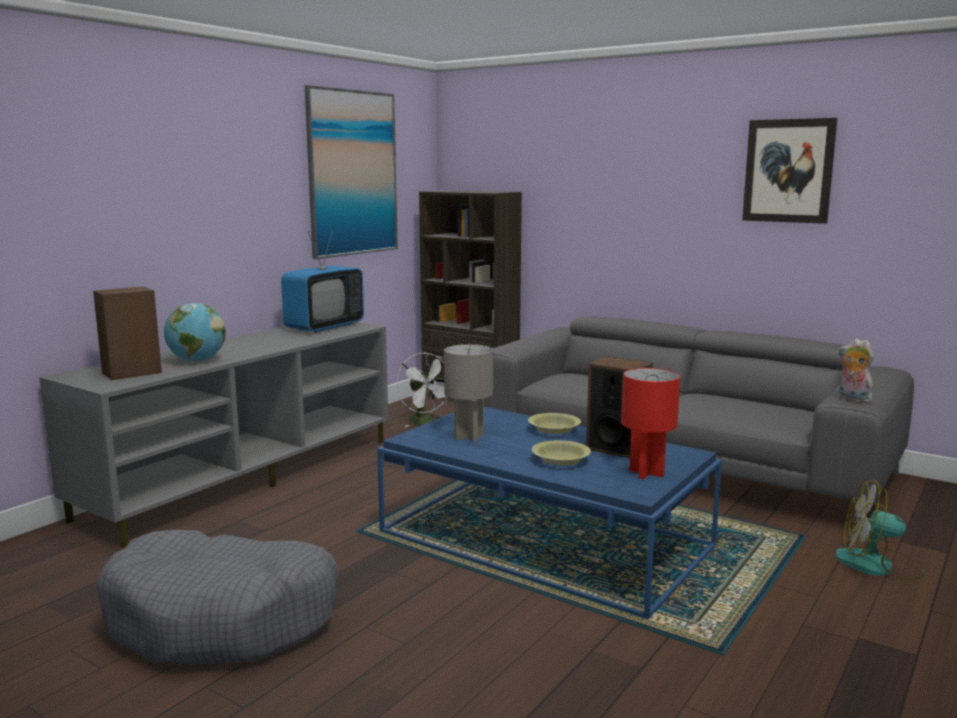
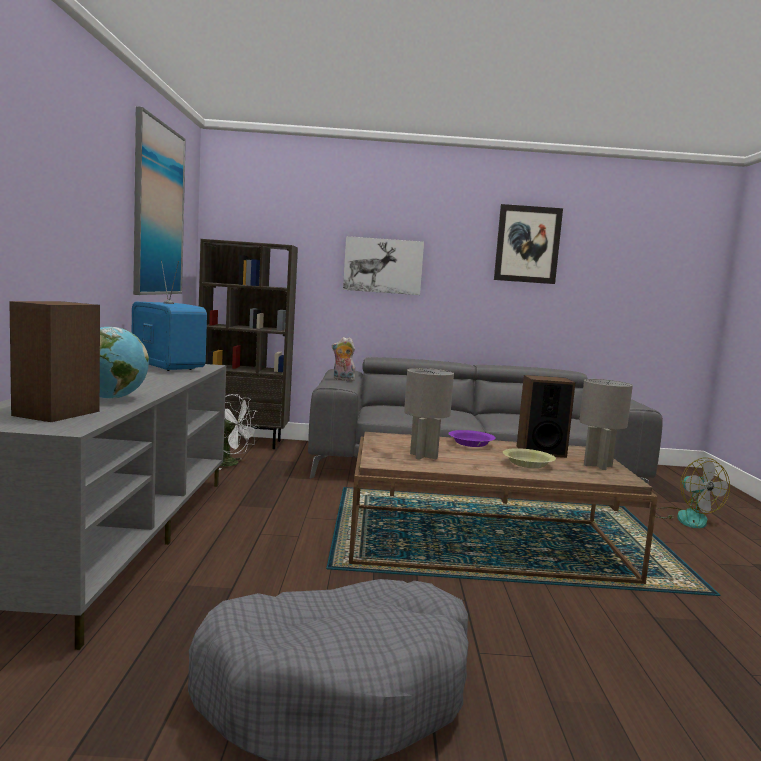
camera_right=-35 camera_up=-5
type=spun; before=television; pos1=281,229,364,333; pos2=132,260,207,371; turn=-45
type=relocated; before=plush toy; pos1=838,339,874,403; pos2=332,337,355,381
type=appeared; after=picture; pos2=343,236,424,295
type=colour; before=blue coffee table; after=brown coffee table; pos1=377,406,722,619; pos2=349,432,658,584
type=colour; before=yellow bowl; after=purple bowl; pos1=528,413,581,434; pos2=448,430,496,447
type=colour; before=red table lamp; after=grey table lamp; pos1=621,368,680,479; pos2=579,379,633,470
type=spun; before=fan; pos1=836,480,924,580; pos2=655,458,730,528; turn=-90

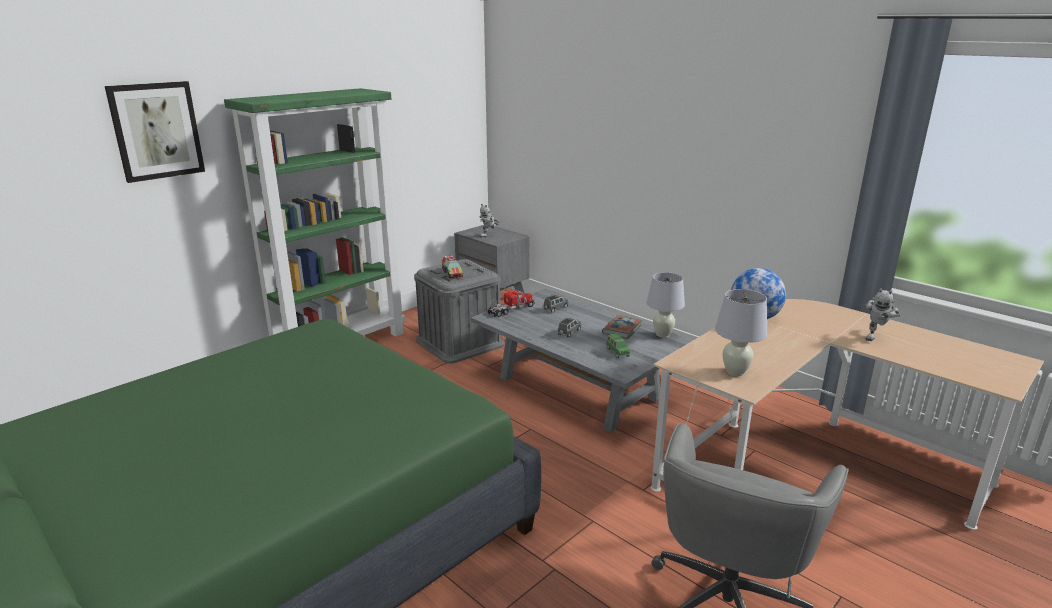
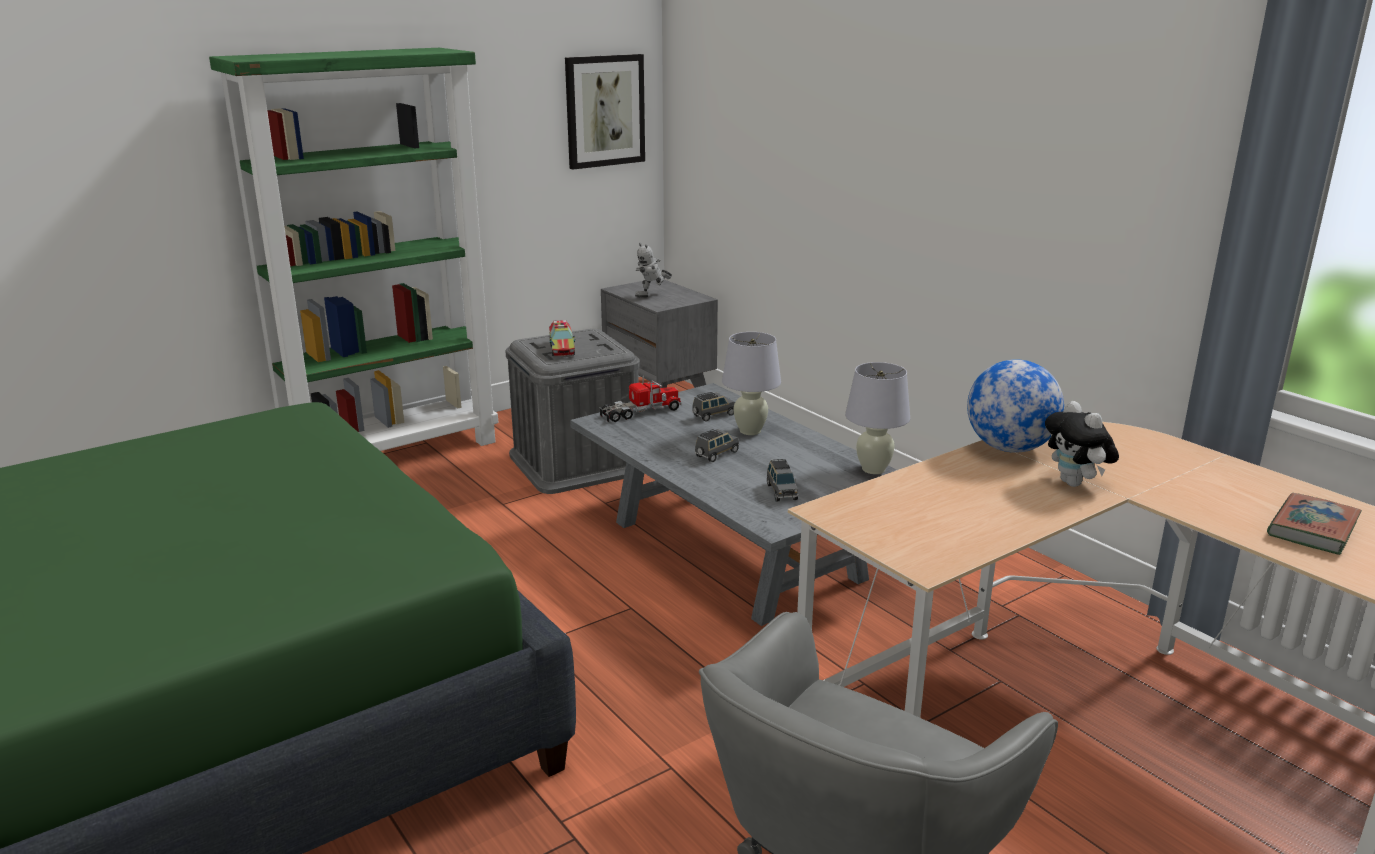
camera_right=10 camera_up=0
type=relocated; before=picture; pos1=105,81,205,183; pos2=565,54,645,170
type=relocated; before=white table lamp; pos1=715,289,767,376; pos2=722,332,781,435
type=colour; before=green toy car; after=grey toy car; pos1=607,333,630,358; pos2=767,459,798,502
type=appeared; after=plush toy; pos2=1045,401,1119,487
type=relocated; before=book; pos1=602,315,642,339; pos2=1267,493,1362,555
type=missing; before=toy robot; pos1=865,288,900,341

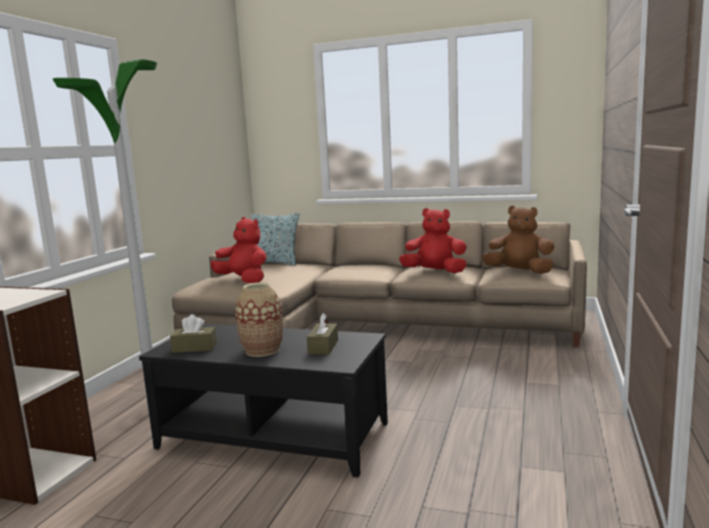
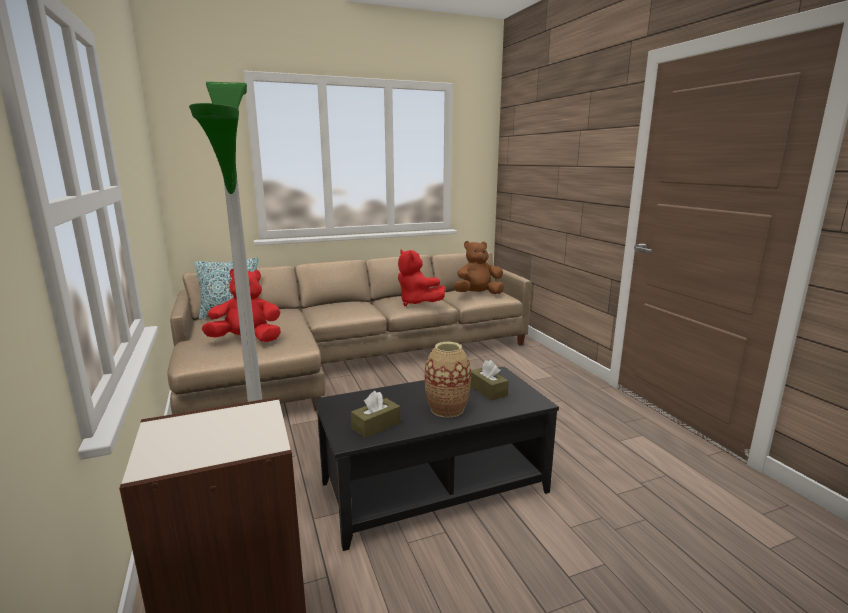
camera_right=-40 camera_up=5
type=spun; before=red plush toy; pos1=399,208,467,273; pos2=398,250,445,306; turn=-105

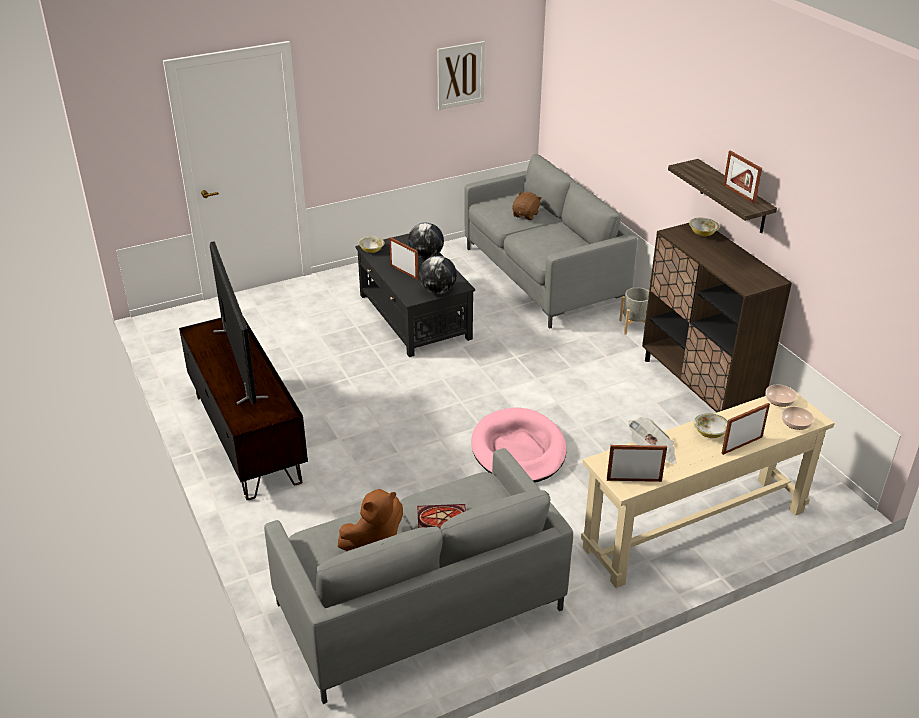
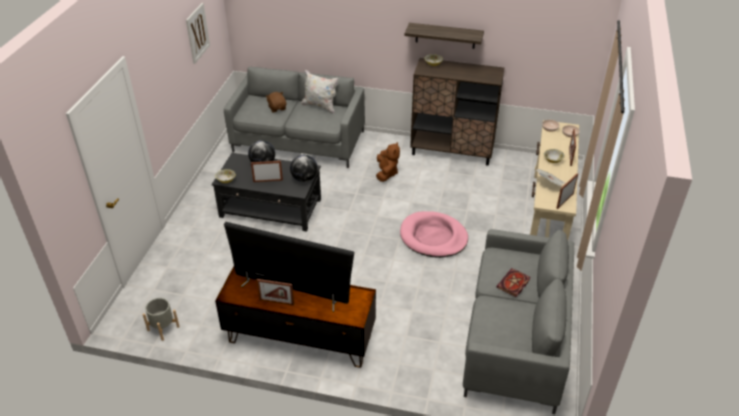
camera_right=-50 camera_up=5
type=relocated; before=grey planter; pos1=619,287,649,335; pos2=143,298,180,341
type=relocated; before=picture frame; pos1=723,150,762,204; pos2=257,279,294,305
type=appeared; after=white pillow; pos2=301,70,339,114
type=relocated; before=brown plush toy; pos1=338,489,403,551; pos2=376,142,400,182

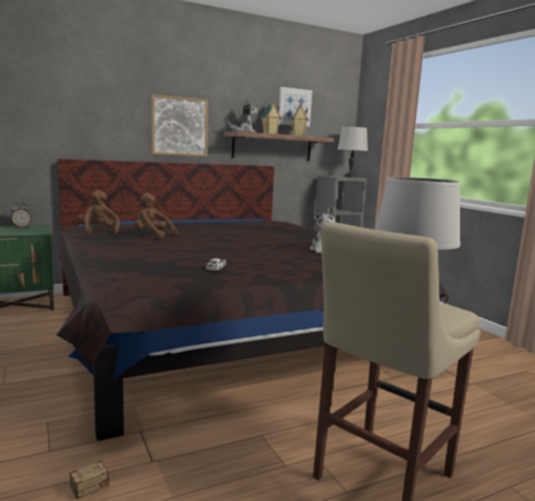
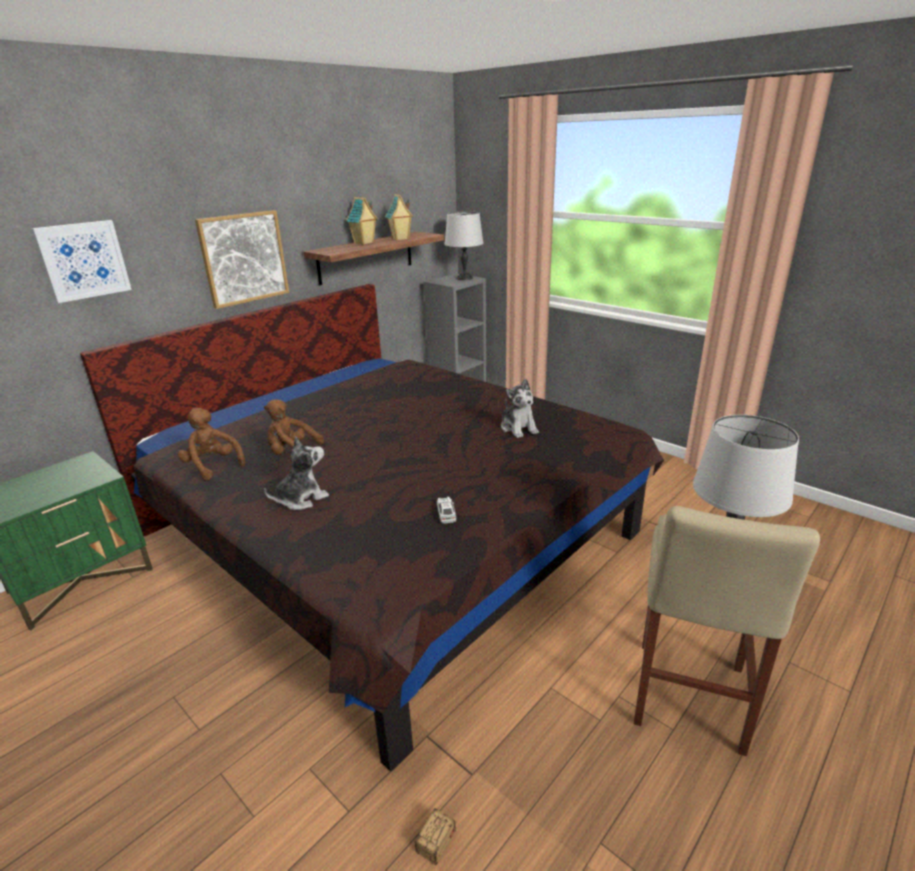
camera_right=-20 camera_up=15
type=relocated; before=picture; pos1=279,87,312,127; pos2=32,220,132,303
type=relocated; before=plush toy; pos1=227,99,258,133; pos2=264,437,329,510
type=missing; before=alarm clock; pos1=10,203,32,228

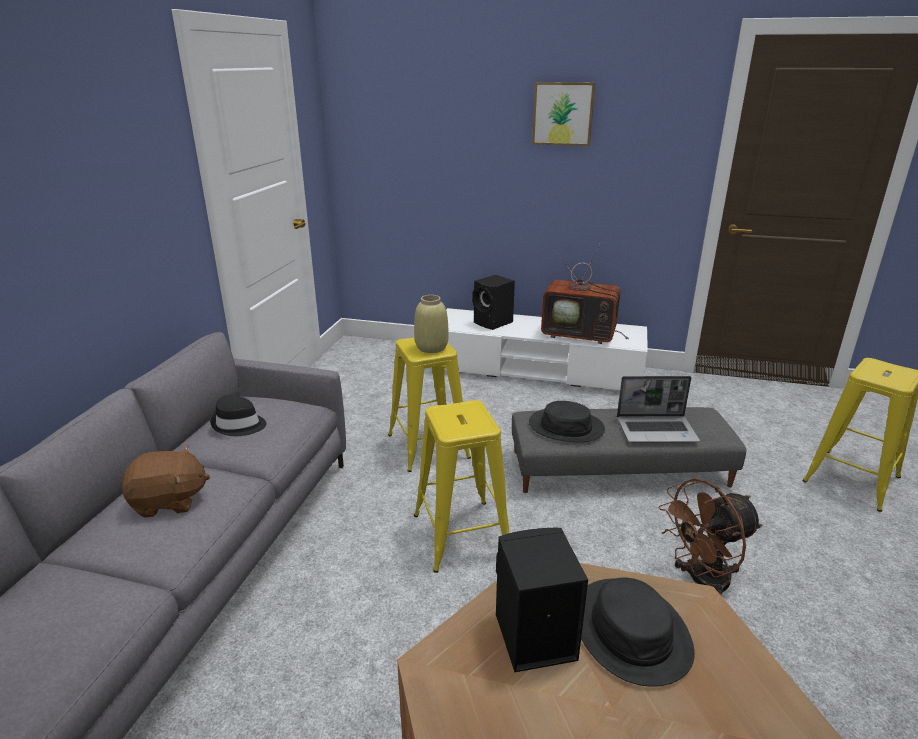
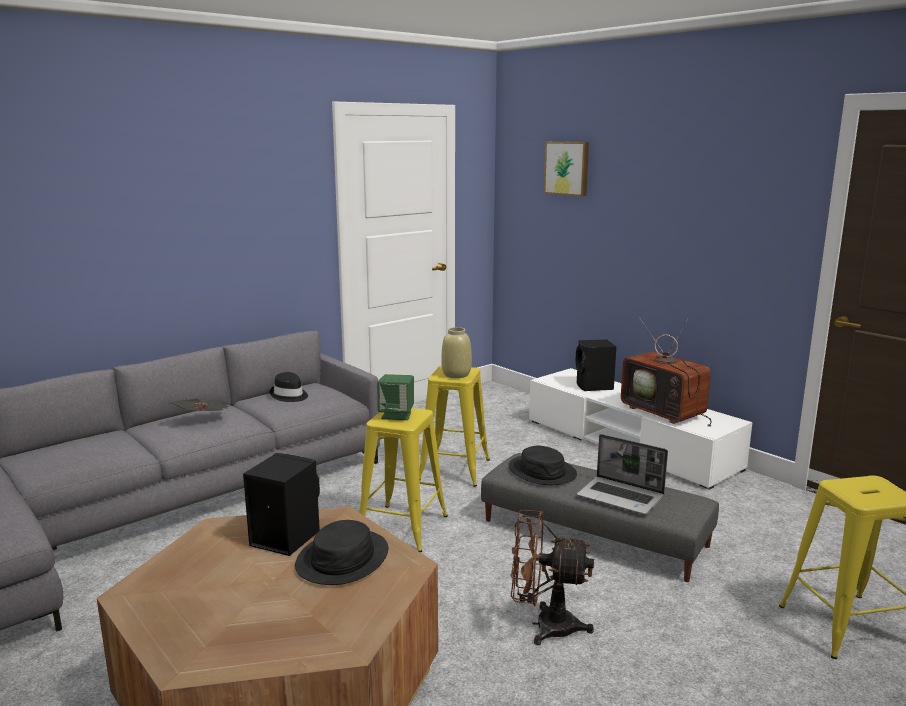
camera_right=35 camera_up=-10
type=exchanged; before=brown plush toy; after=newspaper; pos1=122,445,210,518; pos2=169,399,229,411
type=appeared; after=green speaker; pos2=377,374,414,420
type=relocated; before=picture; pos1=532,82,595,146; pos2=544,141,589,196

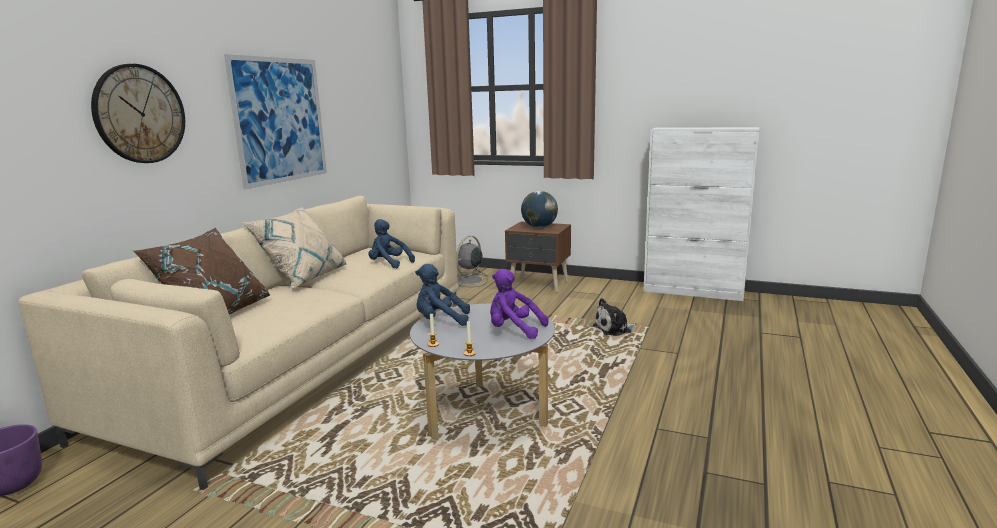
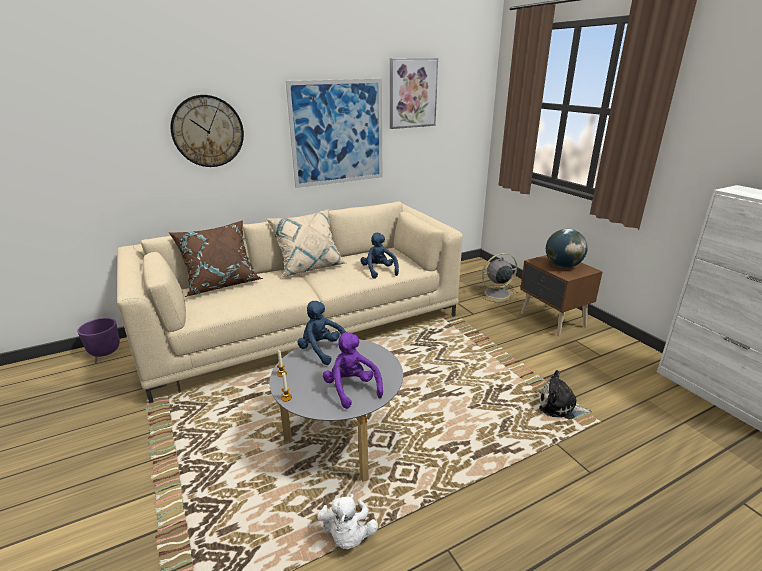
camera_right=40 camera_up=10
type=appeared; after=white plush toy; pos2=317,494,378,549
type=appeared; after=picture; pos2=390,58,438,129

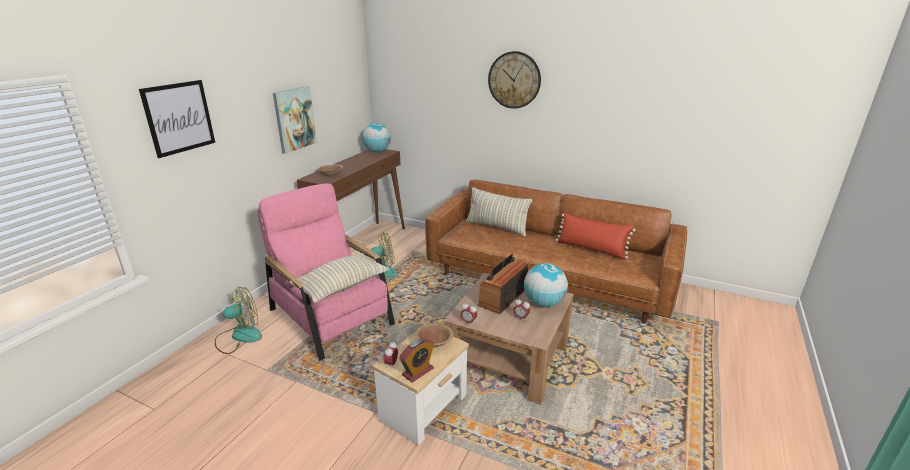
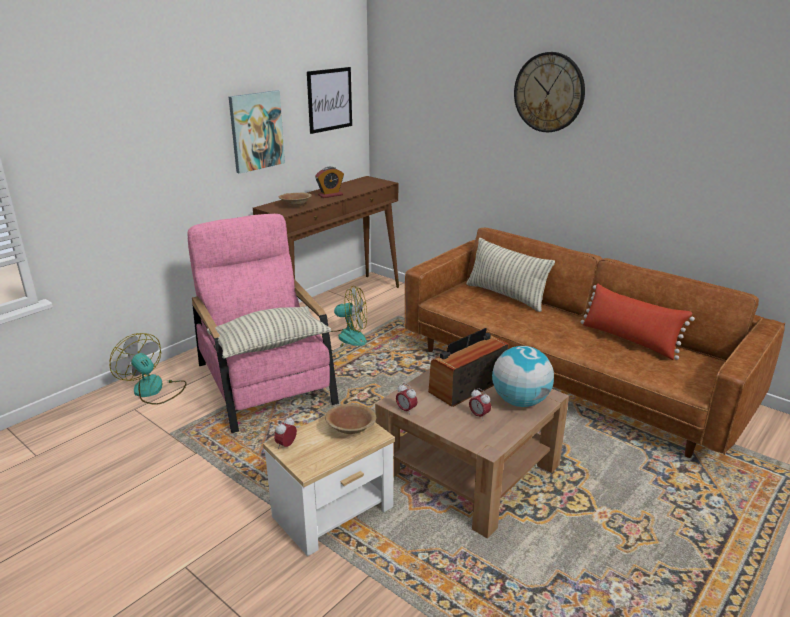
camera_right=15 camera_up=0
type=spun; before=fan; pos1=215,287,262,354; pos2=109,333,187,405; turn=-135
type=relocated; before=picture; pos1=139,80,215,158; pos2=307,67,352,134
type=relocated; before=alarm clock; pos1=399,338,434,383; pos2=315,167,344,198
type=missing; before=globe; pos1=362,123,391,152

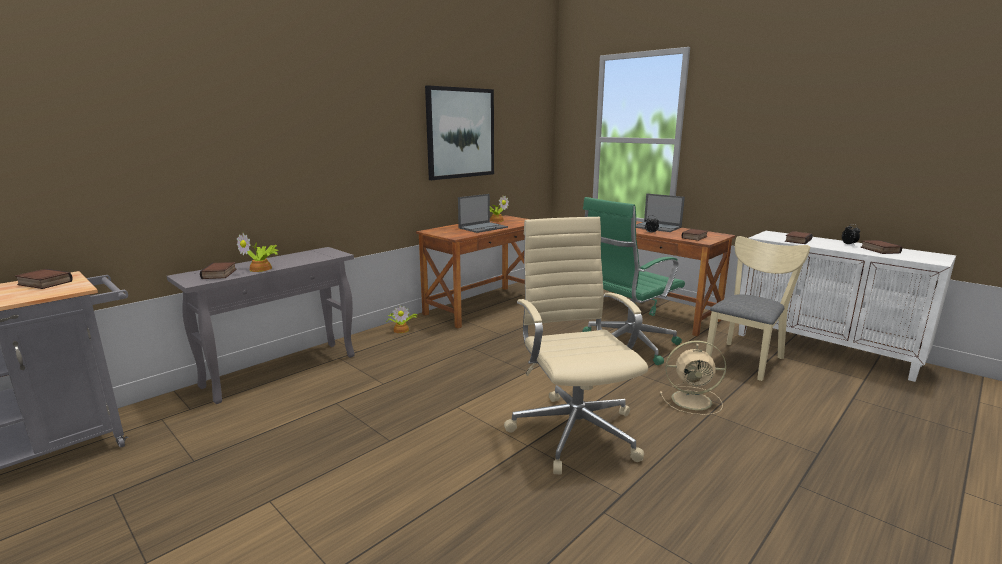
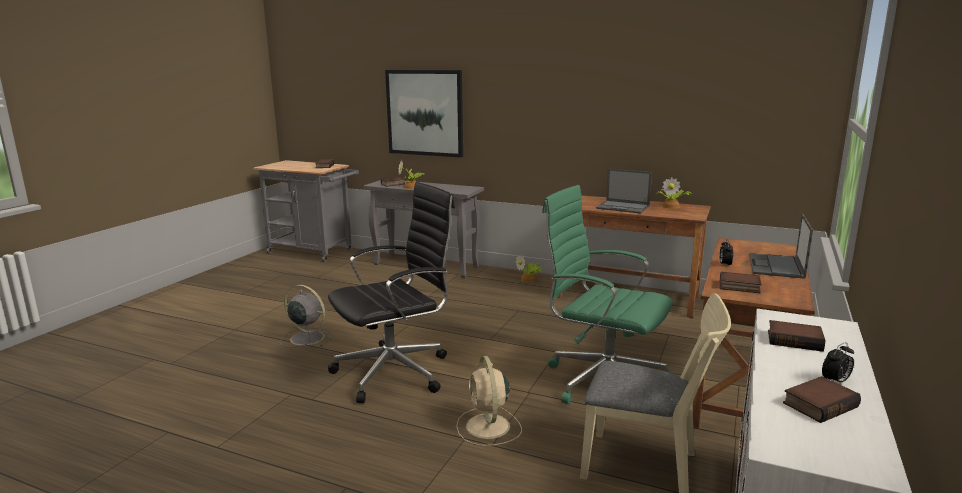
camera_right=70 camera_up=0
type=appeared; after=grey fan; pos2=280,285,333,348
type=colour; before=beige office chair; after=black office chair; pos1=504,217,648,474; pos2=328,182,455,403
type=relocated; before=picture; pos1=425,85,494,180; pos2=385,70,463,158

